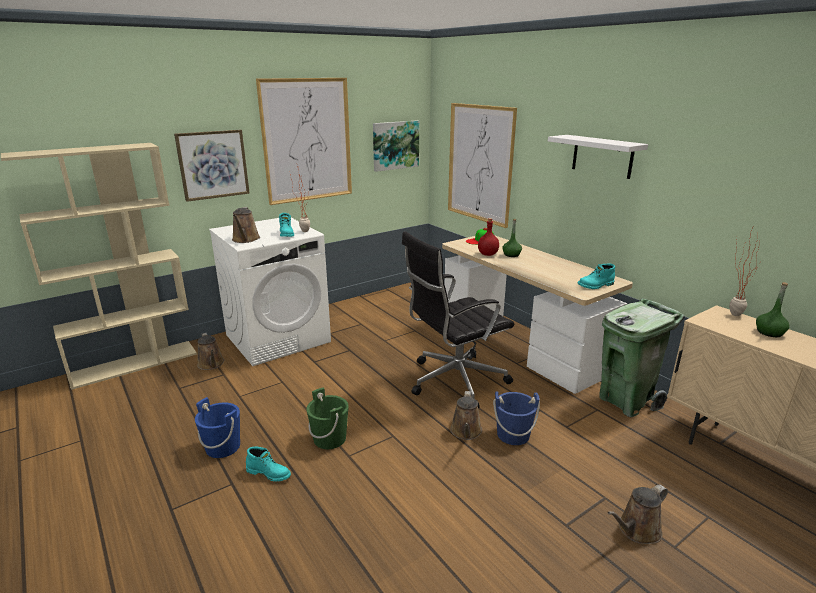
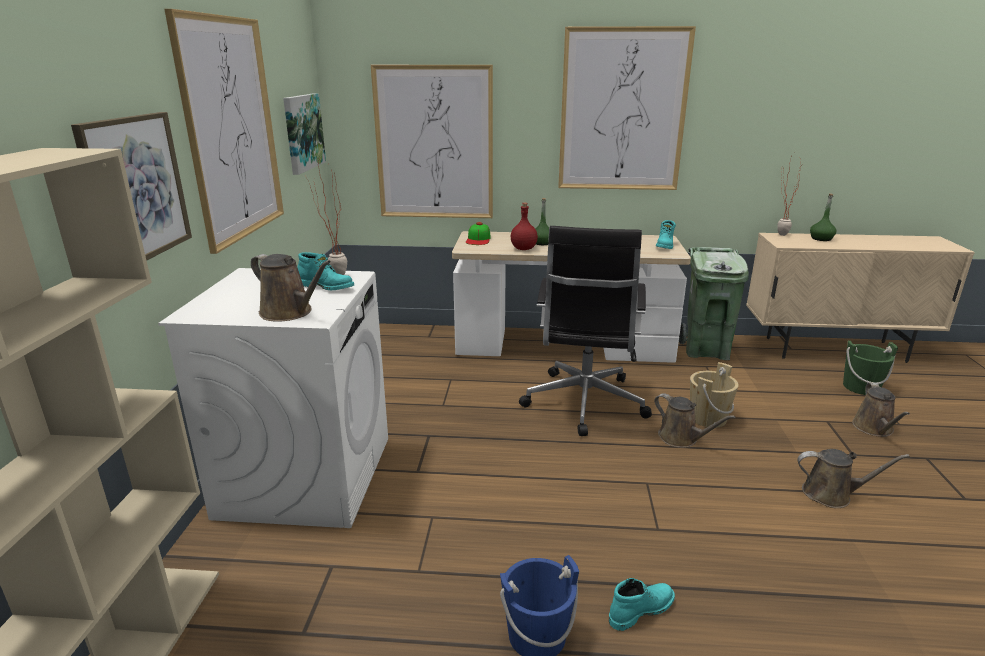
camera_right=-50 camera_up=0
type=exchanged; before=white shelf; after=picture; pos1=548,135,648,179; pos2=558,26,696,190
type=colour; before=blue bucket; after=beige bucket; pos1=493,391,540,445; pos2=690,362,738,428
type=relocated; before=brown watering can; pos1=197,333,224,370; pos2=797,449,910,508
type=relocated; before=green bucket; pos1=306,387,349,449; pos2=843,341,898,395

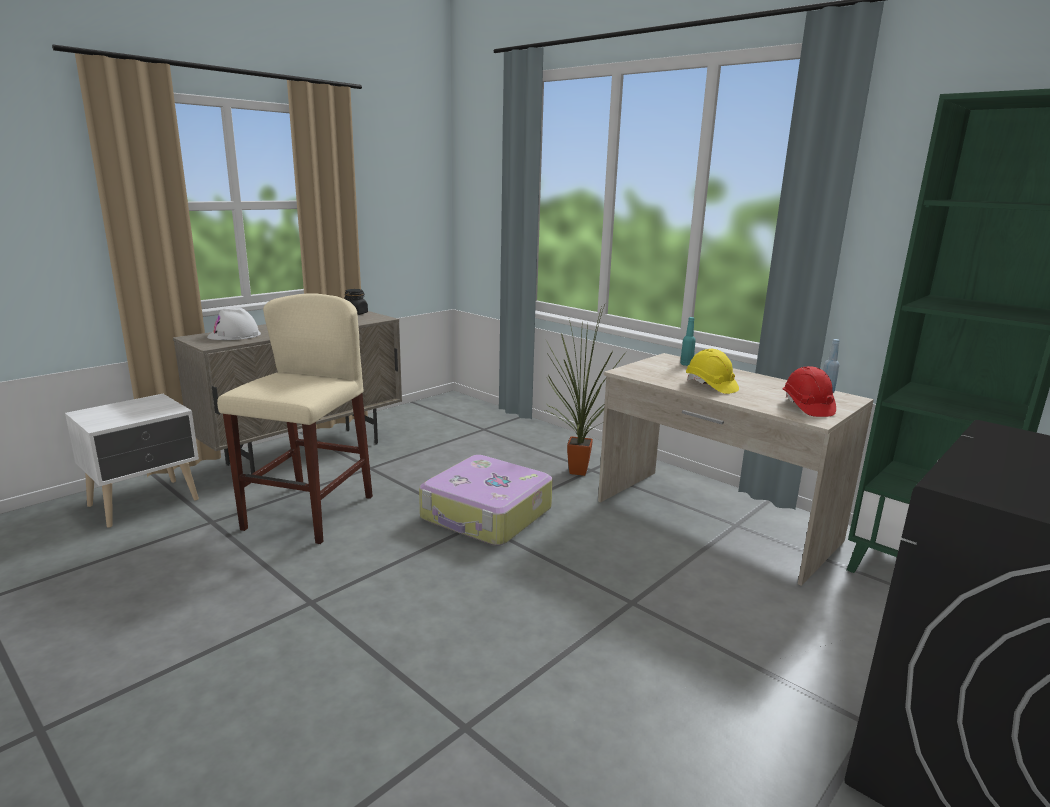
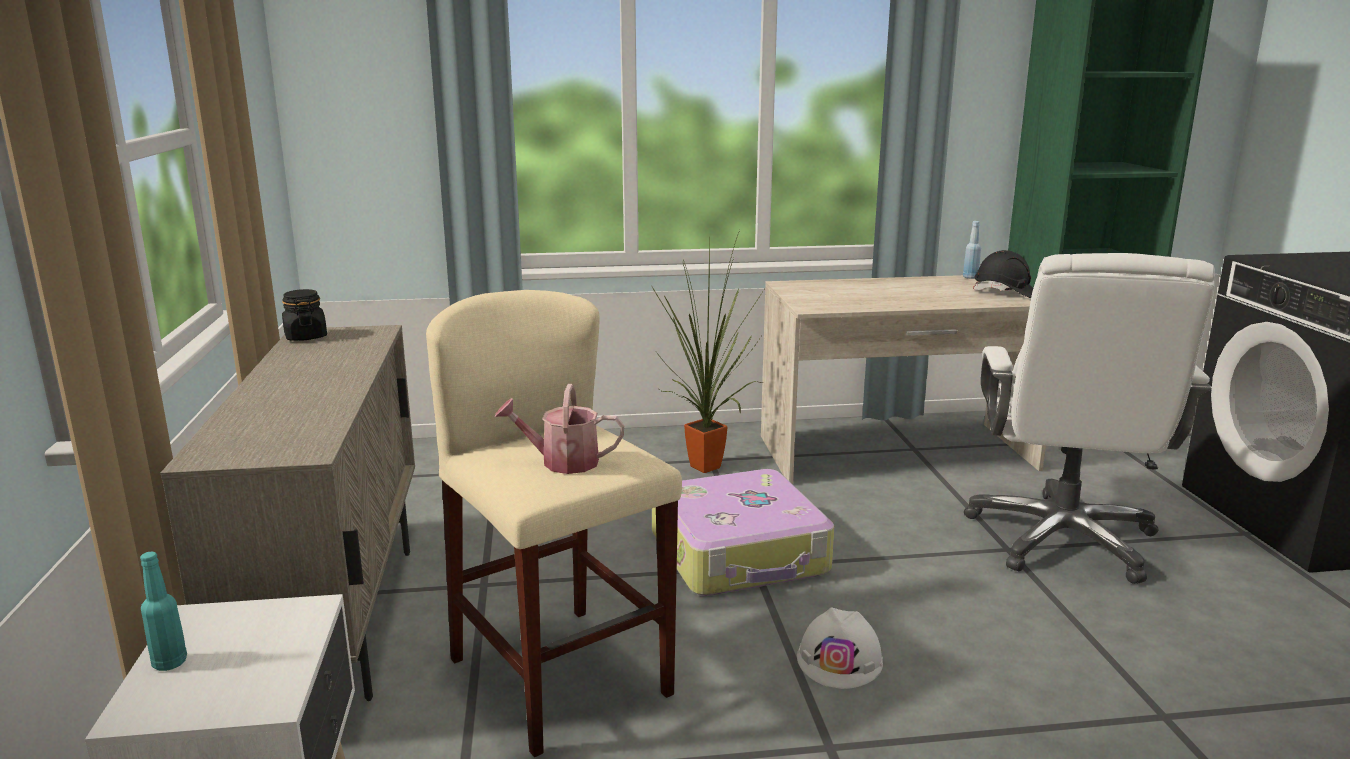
camera_right=-50 camera_up=0
type=relocated; before=turquoise bottle; pos1=680,317,696,366; pos2=140,552,187,671
type=appeared; after=watering can; pos2=495,384,624,474
type=relocated; before=white hard hat; pos1=207,307,261,340; pos2=797,608,883,689
type=appeared; after=white office chair; pos2=964,253,1215,584
type=colour; before=red hard hat; after=black hard hat; pos1=782,366,836,417; pos2=973,250,1033,298
type=missing; before=yellow hard hat; pos1=686,349,739,394

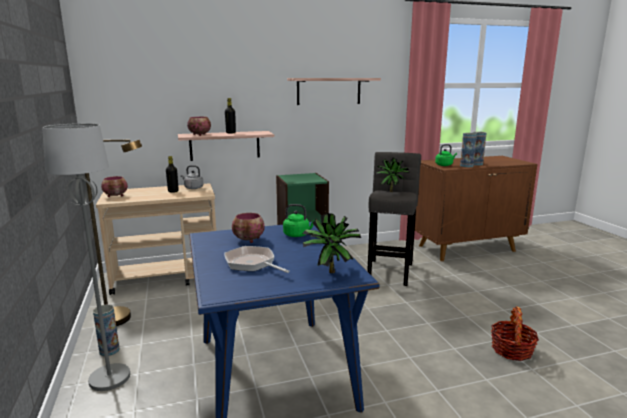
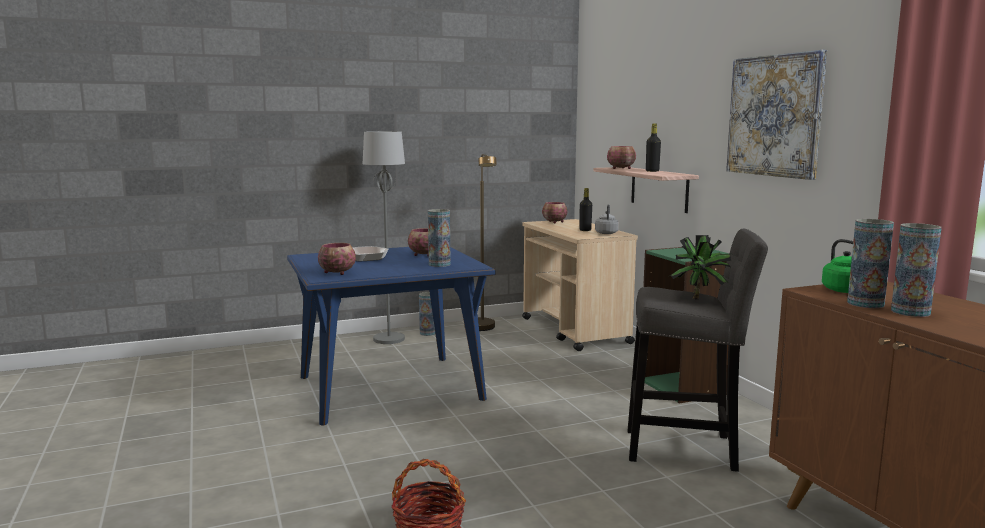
camera_right=85 camera_up=-5
type=exchanged; before=potted plant; after=bowl; pos1=302,213,361,273; pos2=318,243,356,275
type=exchanged; before=green kettle; after=vase; pos1=283,204,314,237; pos2=428,209,451,267
type=exchanged; before=shelf; after=picture; pos1=287,78,381,105; pos2=726,50,827,180

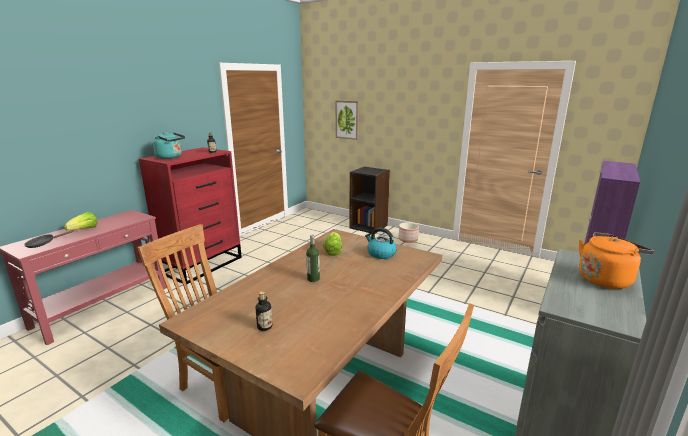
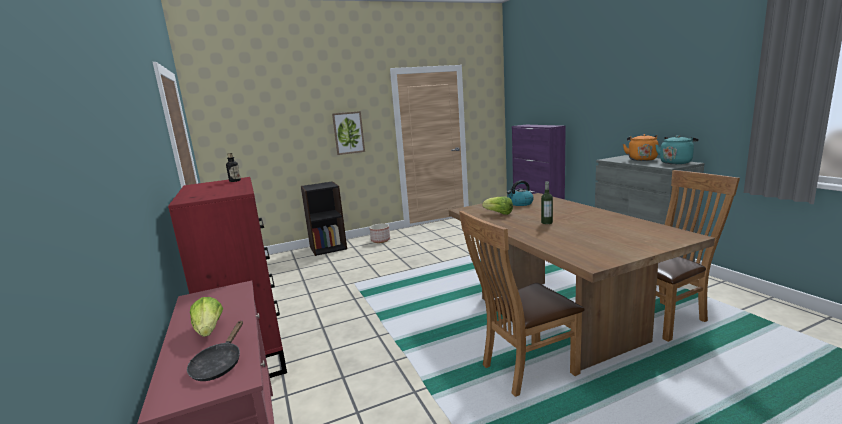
camera_right=-55 camera_up=-5
type=relocated; before=picture; pos1=336,100,359,140; pos2=332,111,365,155
type=relocated; before=turquoise kettle; pos1=153,132,185,159; pos2=655,135,699,164
type=missing; before=bottle; pos1=255,291,272,331

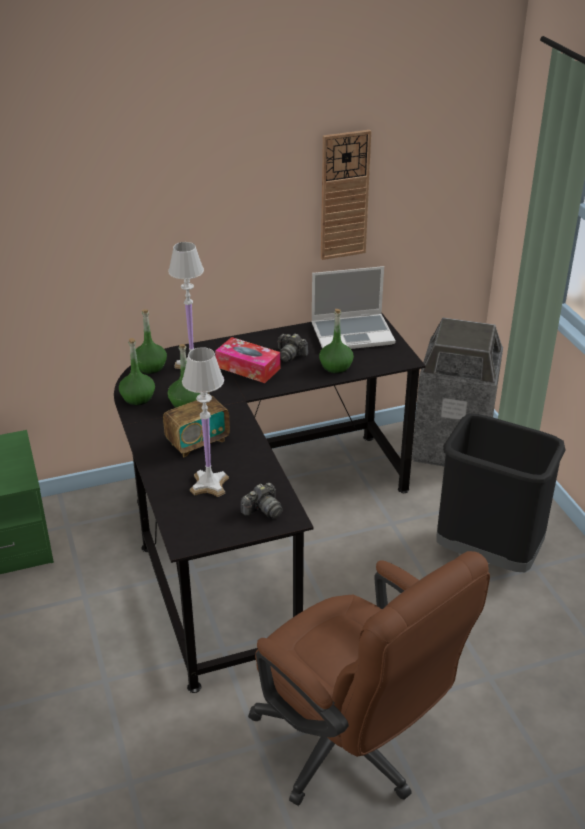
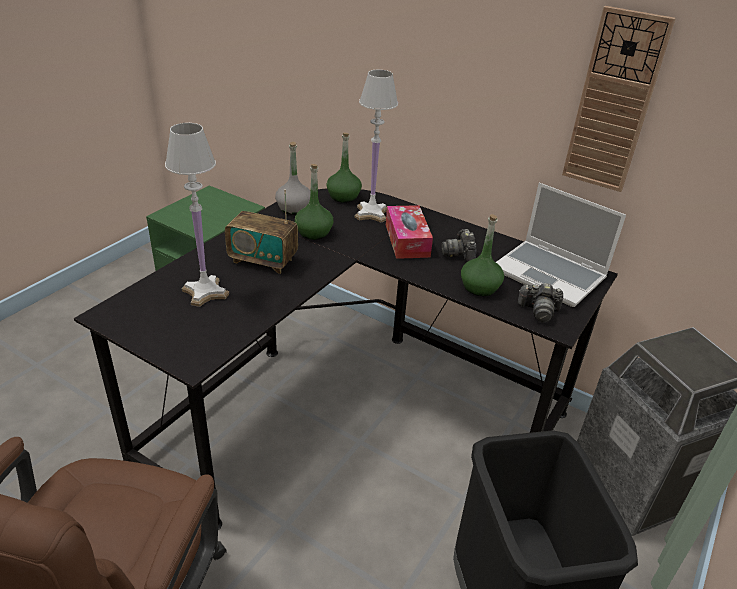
camera_right=50 camera_up=0
type=colour; before=green bottle; after=grey bottle; pos1=119,338,155,405; pos2=275,142,310,215
type=relocated; before=photo camera; pos1=241,482,283,519; pos2=518,283,563,323

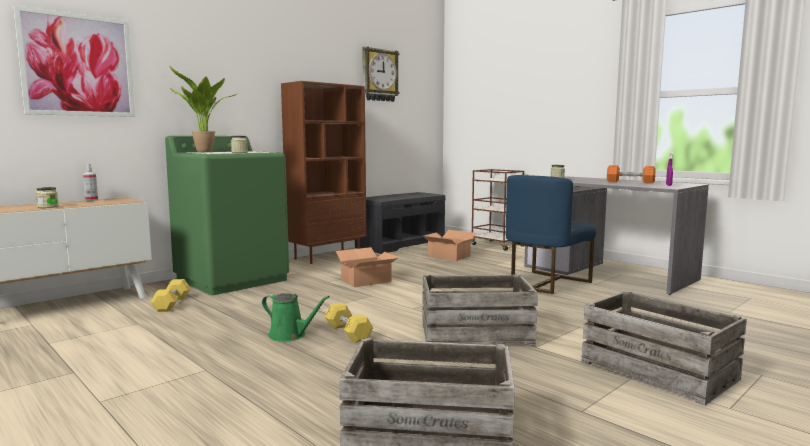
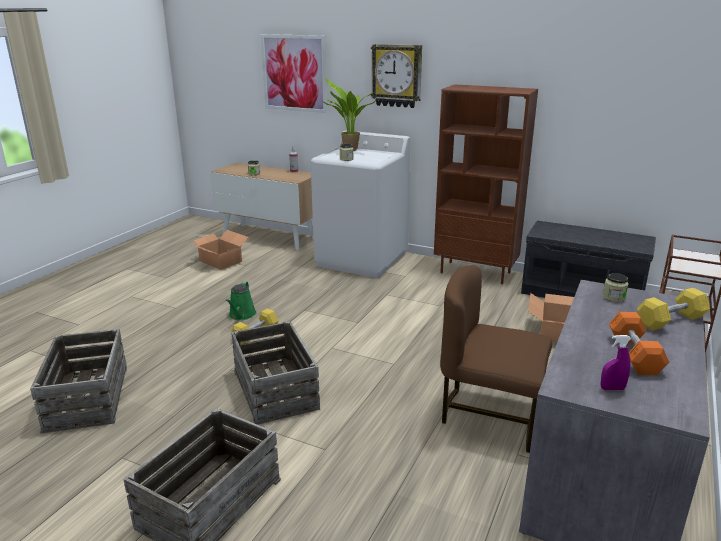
camera_right=70 camera_up=15
type=relocated; before=cardboard box; pos1=336,247,398,287; pos2=187,230,249,270
type=colour; before=green washing machine; after=white washing machine; pos1=165,136,289,295; pos2=310,131,410,278
type=relocated; before=wall clock; pos1=362,47,400,102; pos2=371,44,422,108
type=colour; before=blue chair; after=brown chair; pos1=506,175,596,294; pos2=440,265,552,453
type=relocated; before=yellow dumbbell; pos1=151,279,190,312; pos2=637,288,710,331

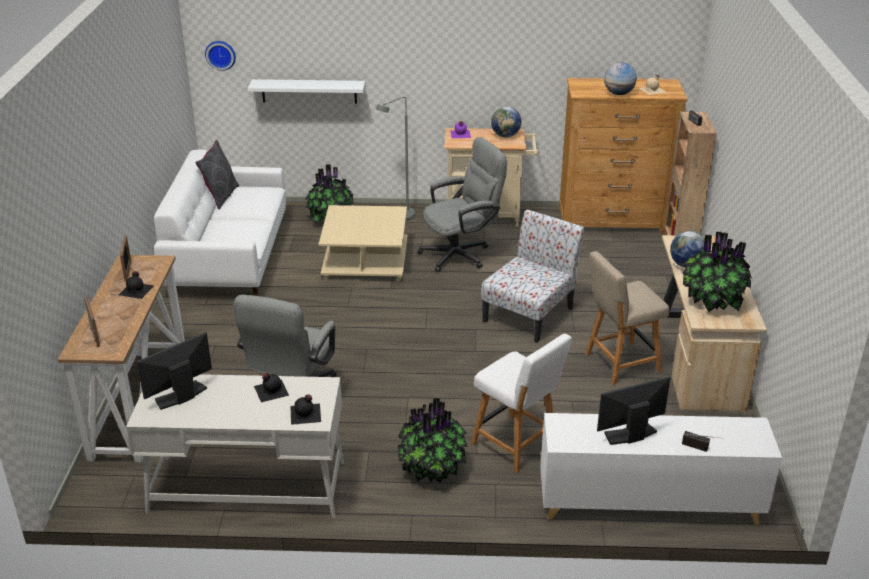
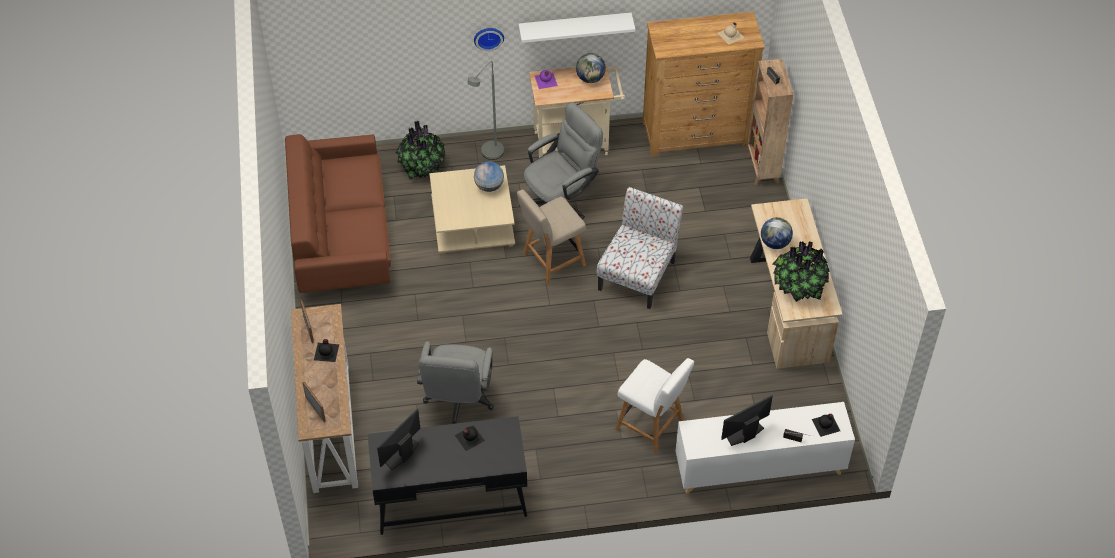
camera_right=-10 camera_up=20
type=colour; before=white sofa; after=brown sofa; pos1=154,150,286,294; pos2=285,134,391,293
type=colour; before=white desk; after=black desk; pos1=126,374,344,518; pos2=368,416,527,535
type=relocated; before=wall clock; pos1=205,41,236,71; pos2=474,28,504,51
type=relocated; before=globe; pos1=604,62,637,95; pos2=474,161,504,192
type=relocated; before=beige chair; pos1=585,251,669,385; pos2=517,190,586,285
type=relocated; before=white shelf; pos1=248,79,365,104; pos2=519,13,635,43
type=relocated; before=black bottle; pos1=290,394,321,425; pos2=812,414,840,437
type=missing; before=grey pillow; pos1=195,140,239,209
type=missing; before=potted plant; pos1=398,398,468,482

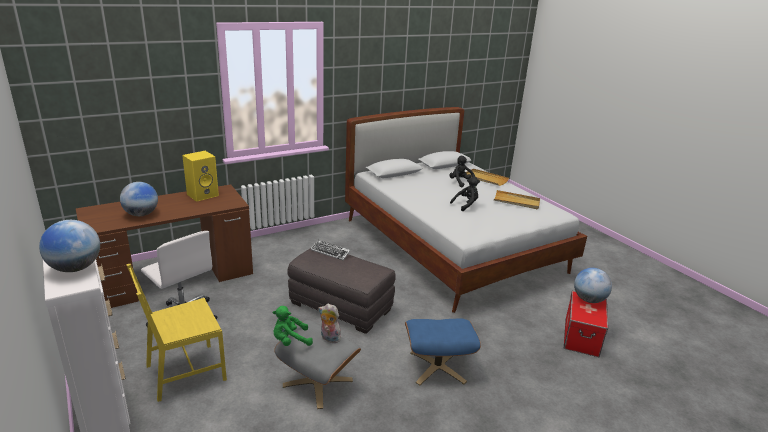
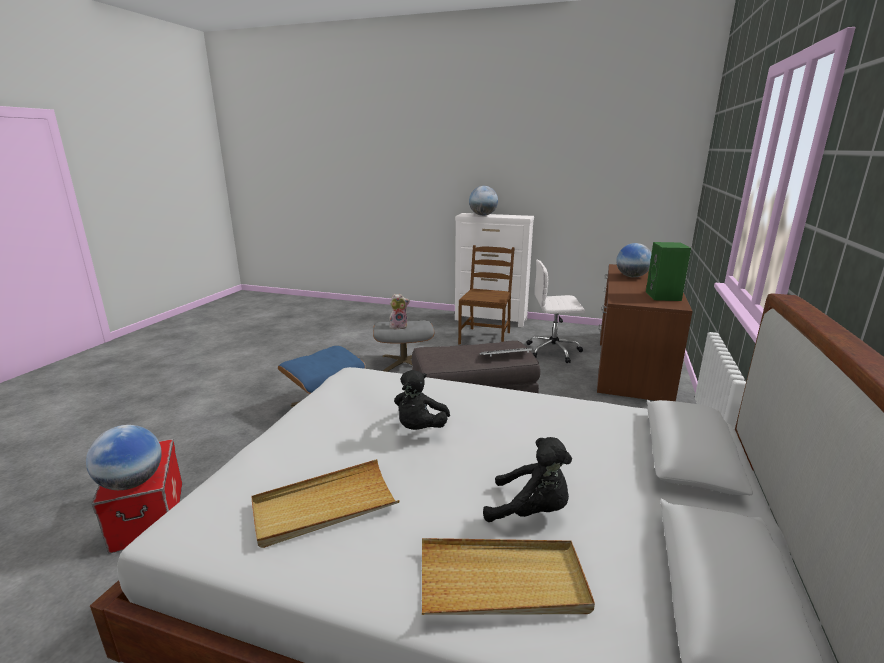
camera_right=140 camera_up=-5
type=colour; before=yellow chair; after=brown chair; pos1=126,264,227,402; pos2=458,245,515,345
type=colour; before=yellow speaker; after=green speaker; pos1=182,151,219,202; pos2=646,242,691,301
type=missing; before=green plush toy; pos1=273,306,313,346

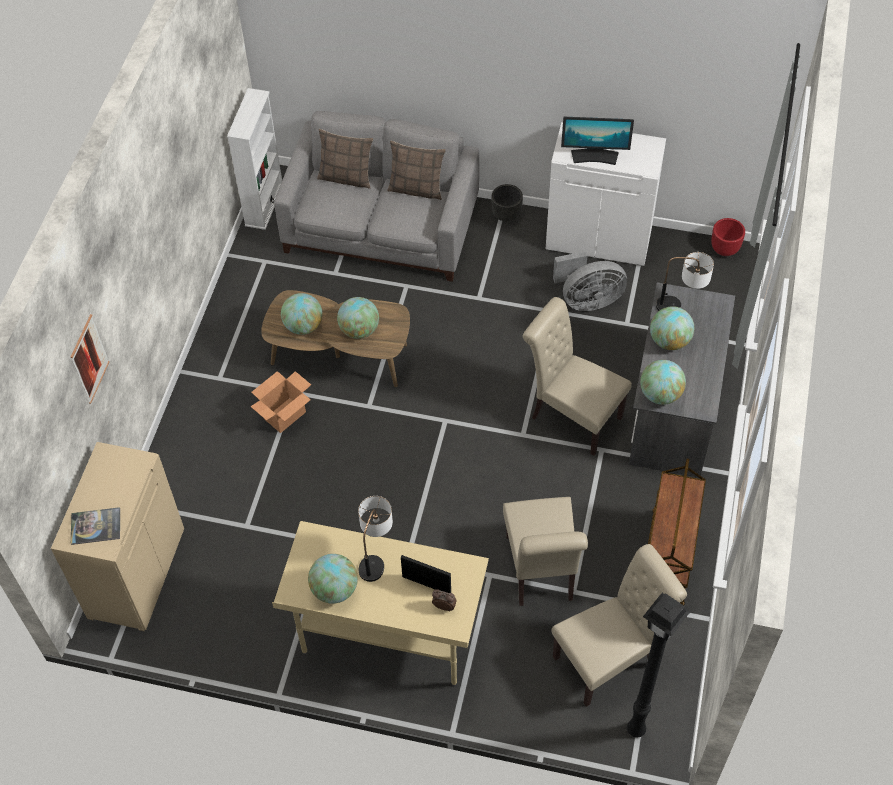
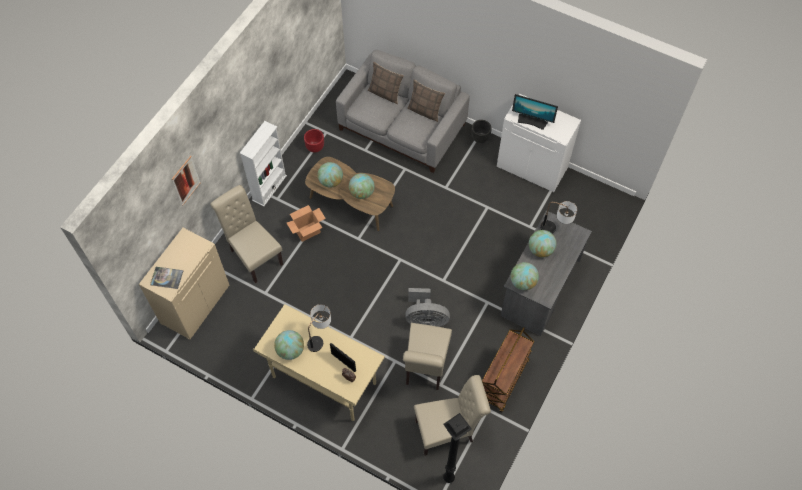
camera_right=15 camera_up=5
type=relocated; before=beige chair; pos1=523,297,632,456; pos2=211,185,283,284
type=relocated; before=white bookcase; pos1=227,88,282,230; pos2=240,121,287,206
type=relocated; before=red planter; pos1=711,218,745,256; pos2=304,129,324,153
type=relocated; before=grey fan; pos1=553,251,627,311; pos2=405,288,450,327

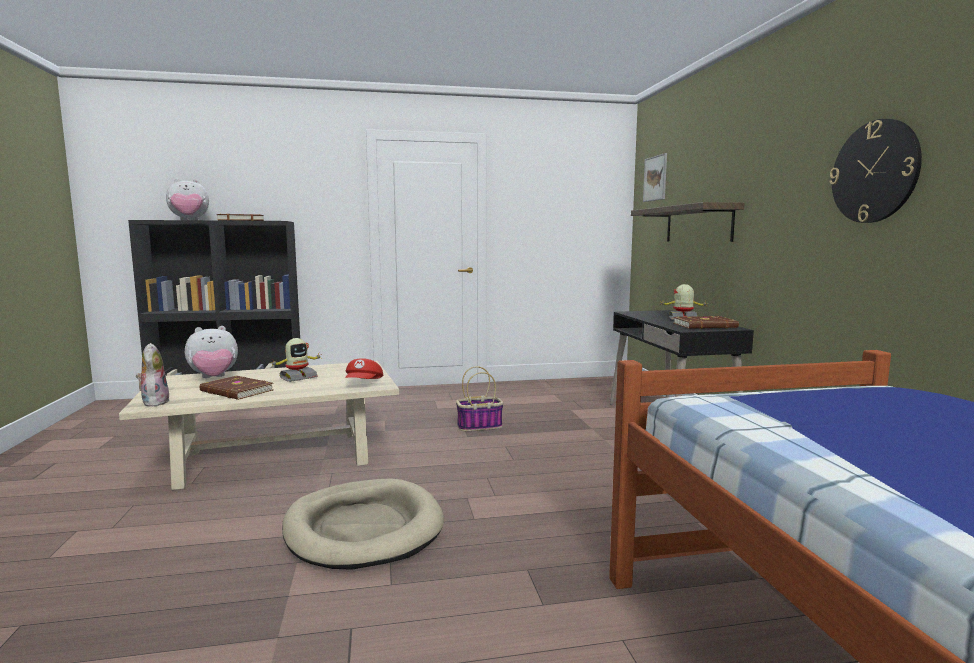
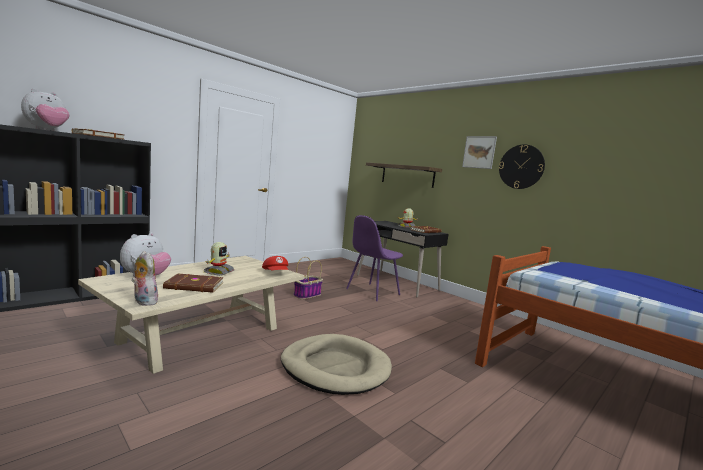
camera_right=-35 camera_up=0
type=appeared; after=purple chair; pos2=346,215,403,301
type=relocated; before=picture; pos1=643,153,667,202; pos2=462,136,497,169

